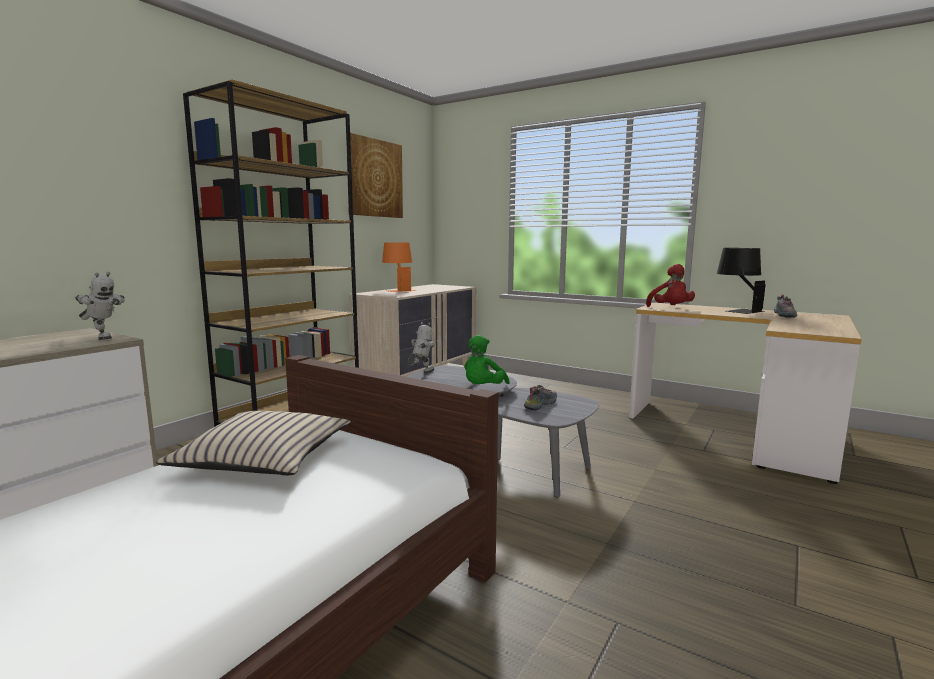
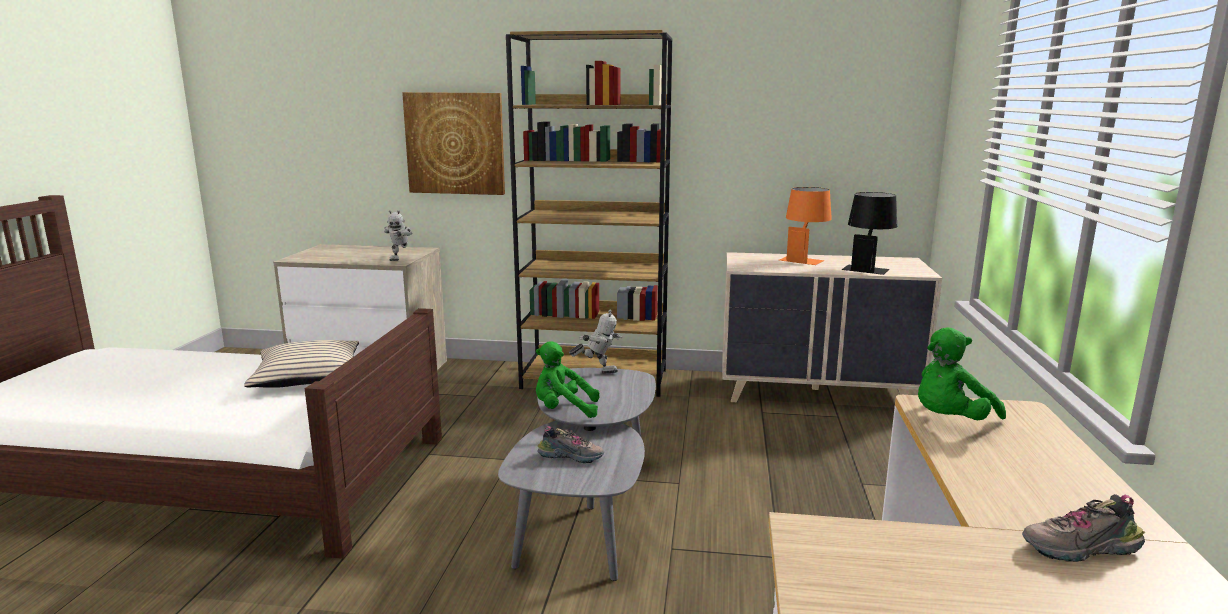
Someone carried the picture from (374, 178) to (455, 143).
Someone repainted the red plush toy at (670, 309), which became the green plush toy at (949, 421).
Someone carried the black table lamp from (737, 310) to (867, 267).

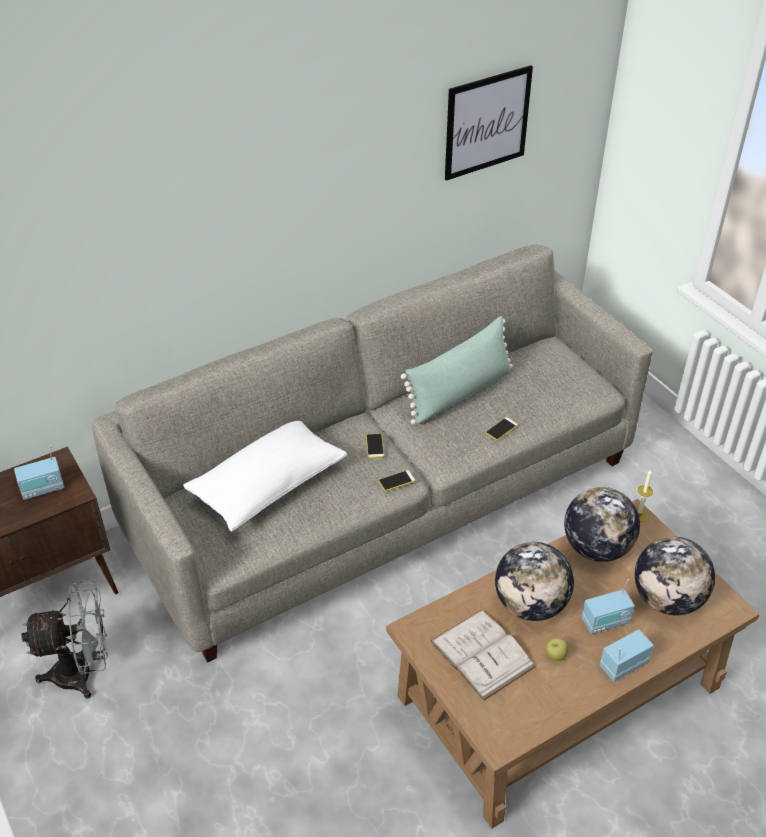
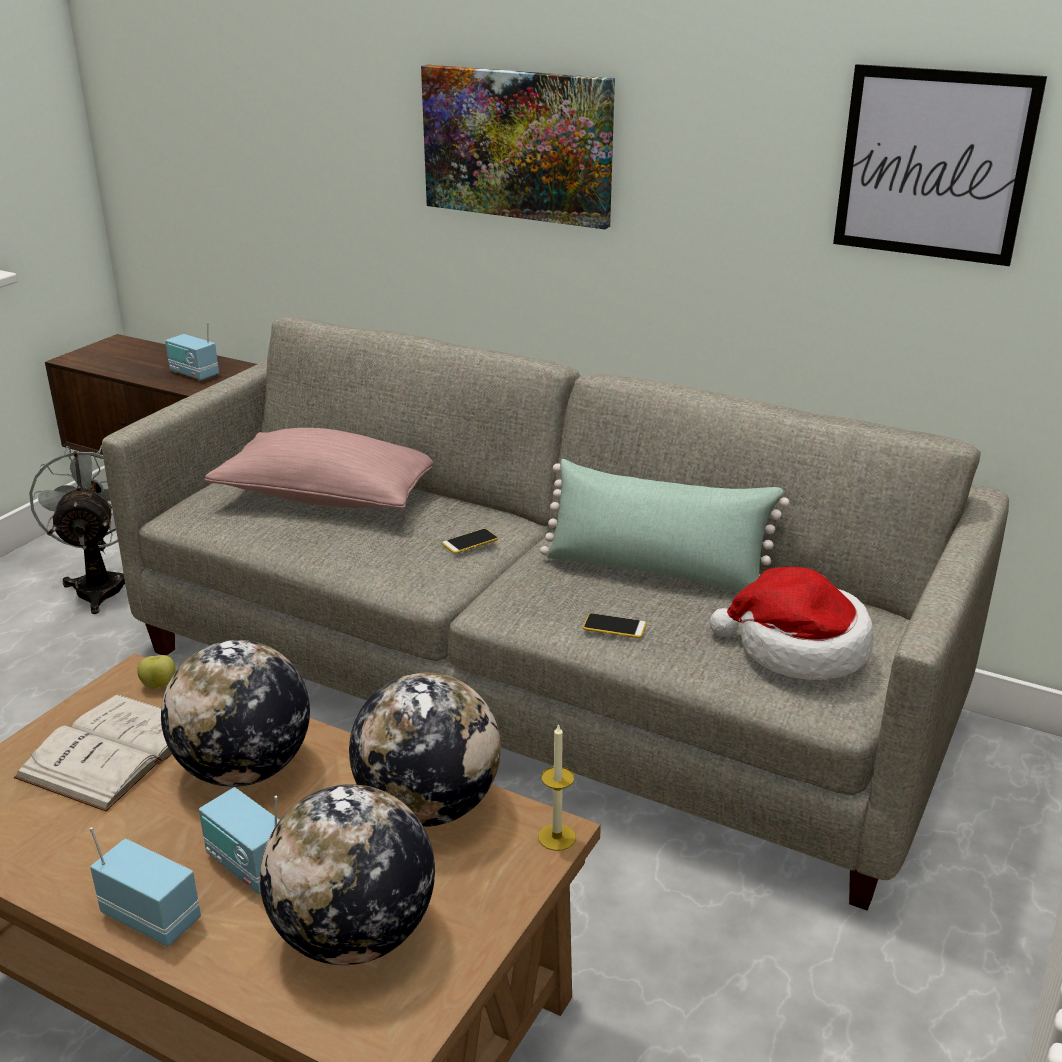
Someone rotated the grey fan at (83, 673) by 150 degrees counterclockwise.
Someone repainted the white pillow at (268, 485), which became the pink pillow at (328, 497).
Someone took away the phone at (396, 481).
Someone carried the apple from (555, 656) to (159, 685).
Someone put up the picture at (518, 144).
Someone put down the hat at (798, 648).

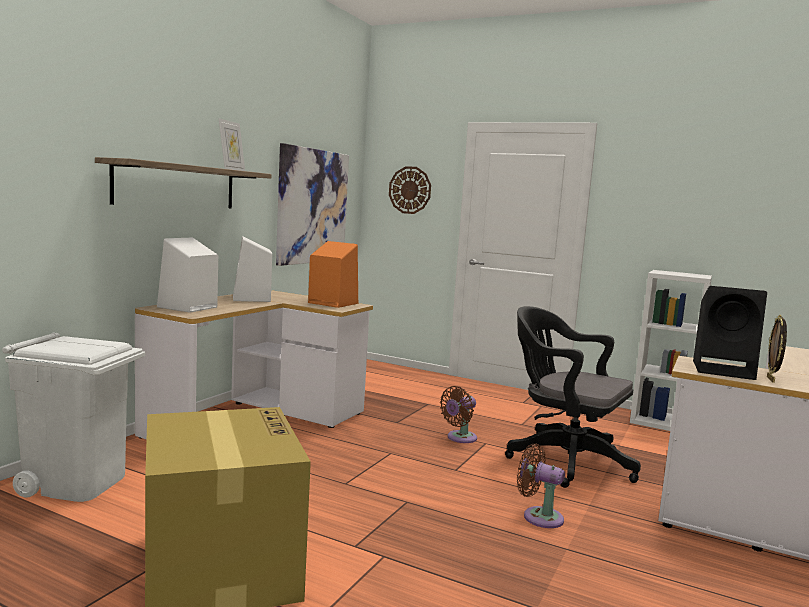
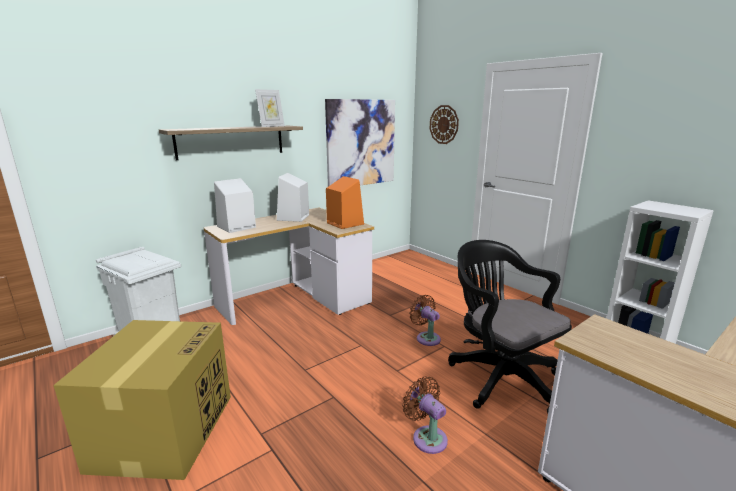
Someone rotated the brown fan at (459, 438) by 75 degrees clockwise.
Someone took away the black speaker at (725, 370).
Someone took away the picture frame at (771, 379).

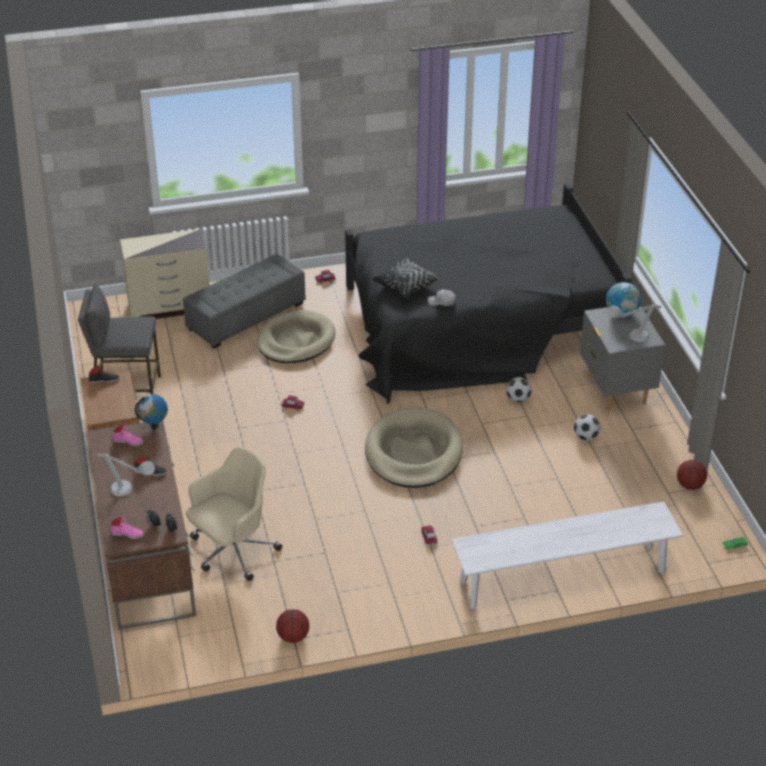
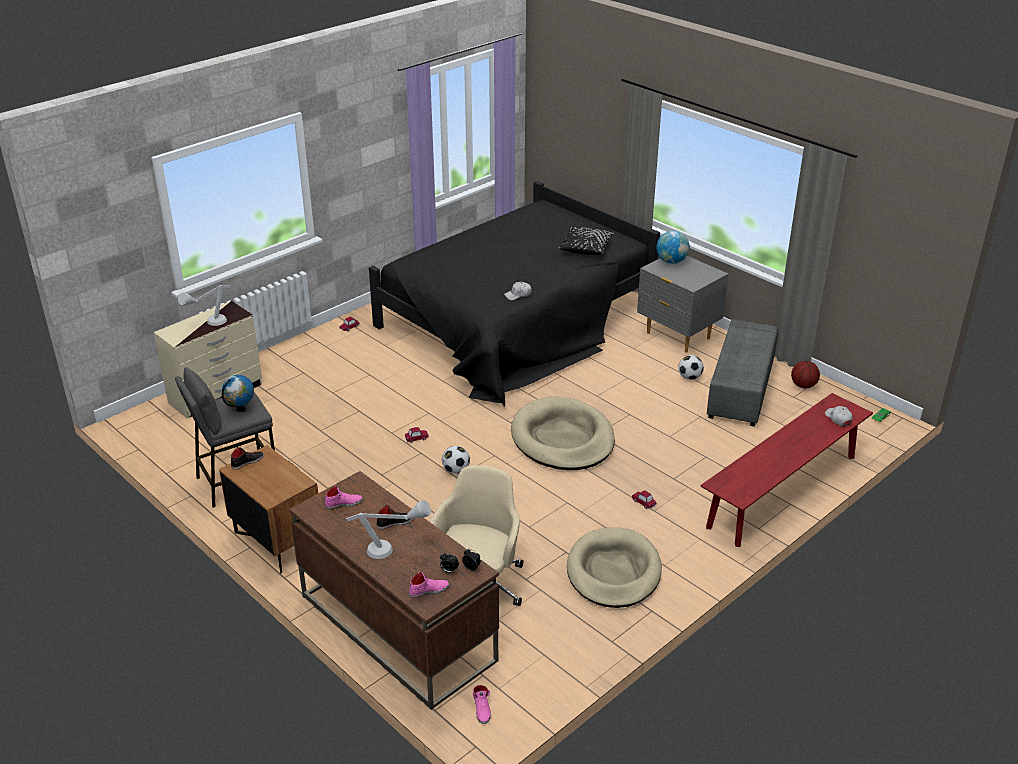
Someone carried the globe from (154, 426) to (241, 409).
Someone carried the grey ottoman from (246, 316) to (741, 389).
Someone carried the beige dog bed from (296, 341) to (613, 571).
Someone took away the basketball at (293, 637).
Someone carried the black pillow from (405, 285) to (586, 248).
Someone repainted the white bench at (562, 577), which became the red bench at (783, 491).
Someone carried the football from (518, 399) to (456, 470).
Someone carried the grey table lamp from (630, 338) to (209, 325).
Someone put down the pink shoe at (482, 709).
Someone put down the white cap at (838, 419).

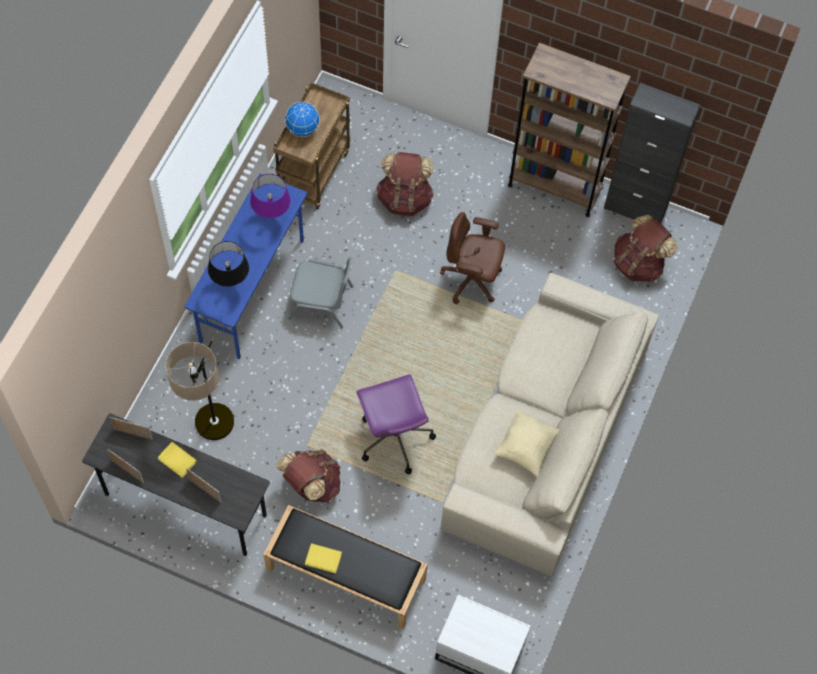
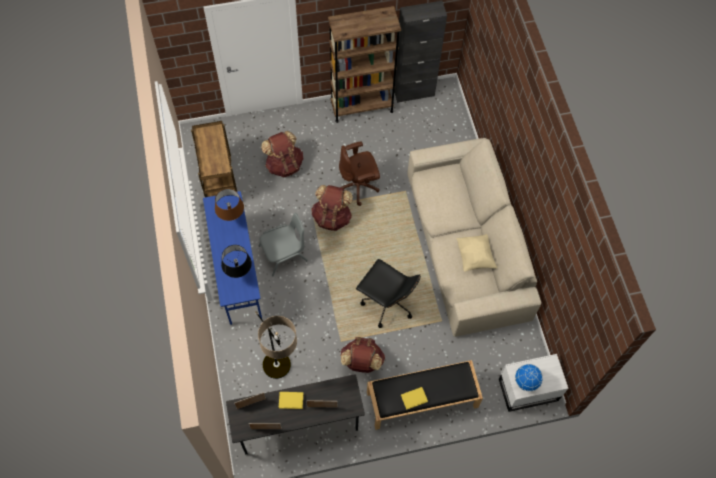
Someone repainted the purple table lamp at (272, 219), which became the brown table lamp at (232, 220).
Someone carried the globe from (303, 129) to (526, 381).
Someone repainted the purple office chair at (394, 438), which became the black office chair at (386, 303).
Someone carried the brown backpack from (639, 263) to (332, 217).

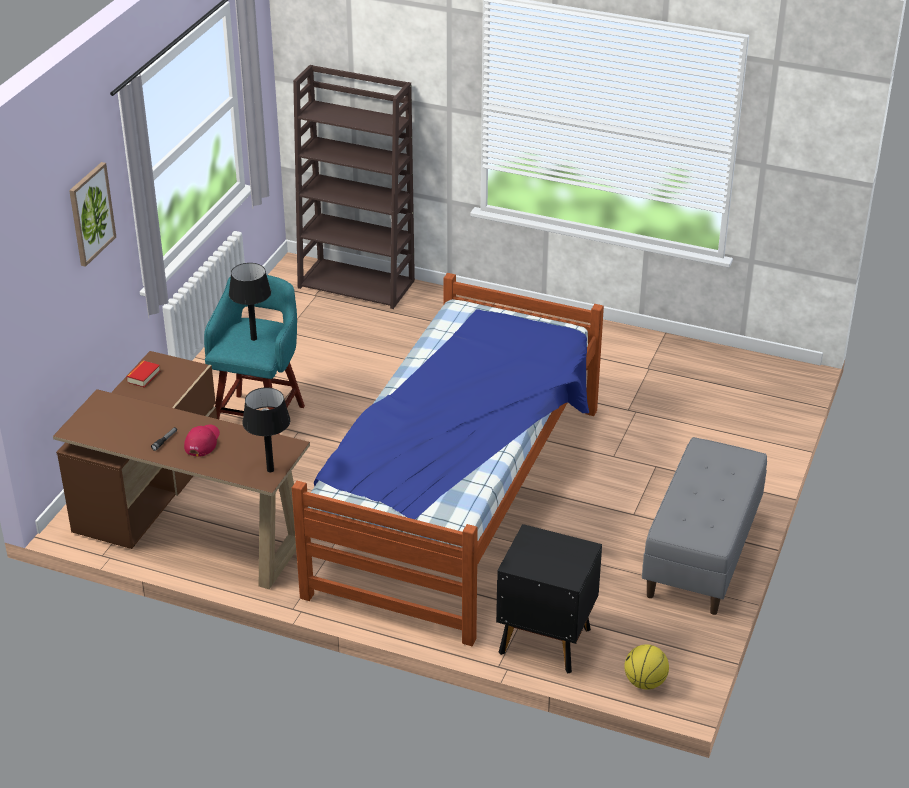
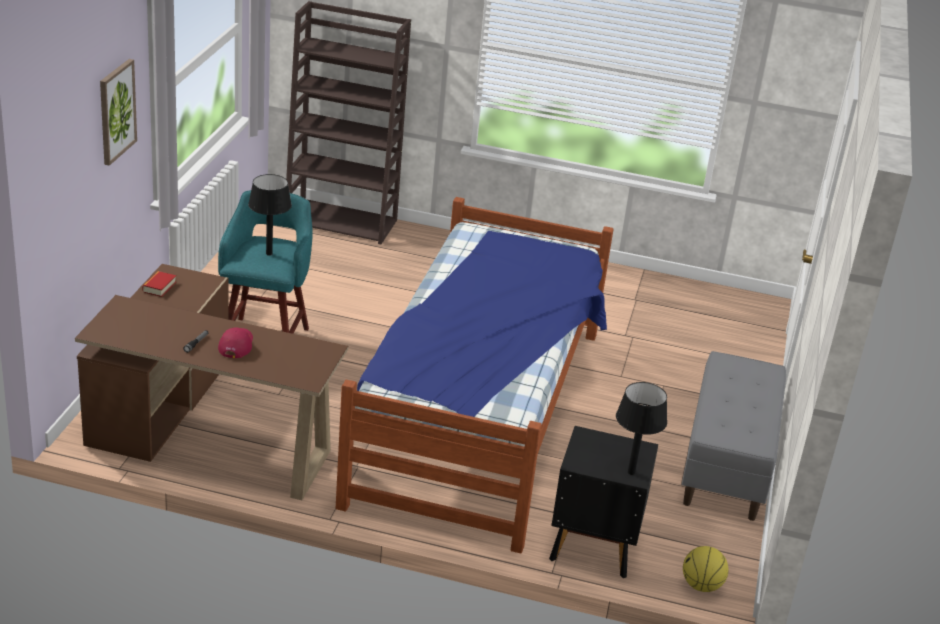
Someone carried the black table lamp from (270, 470) to (631, 472).

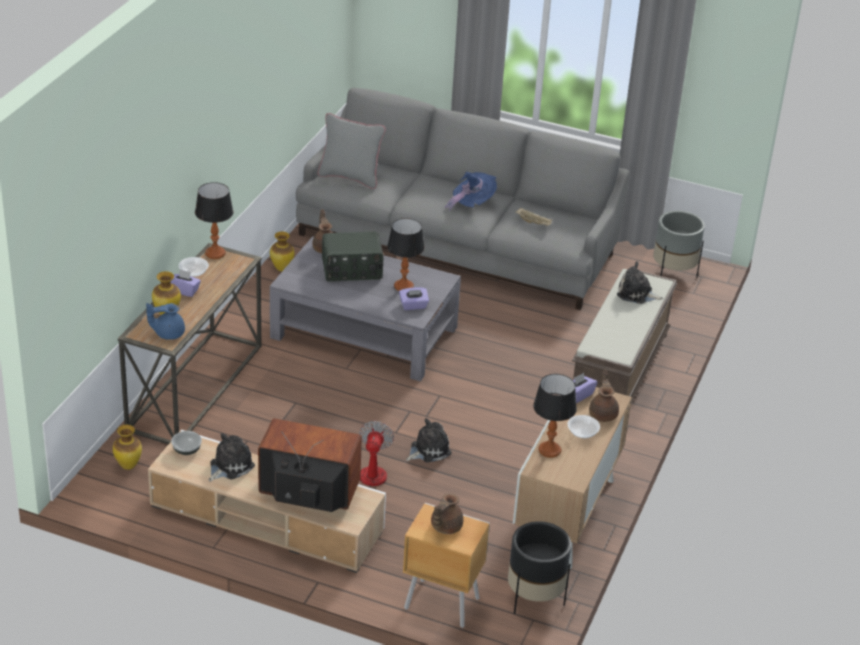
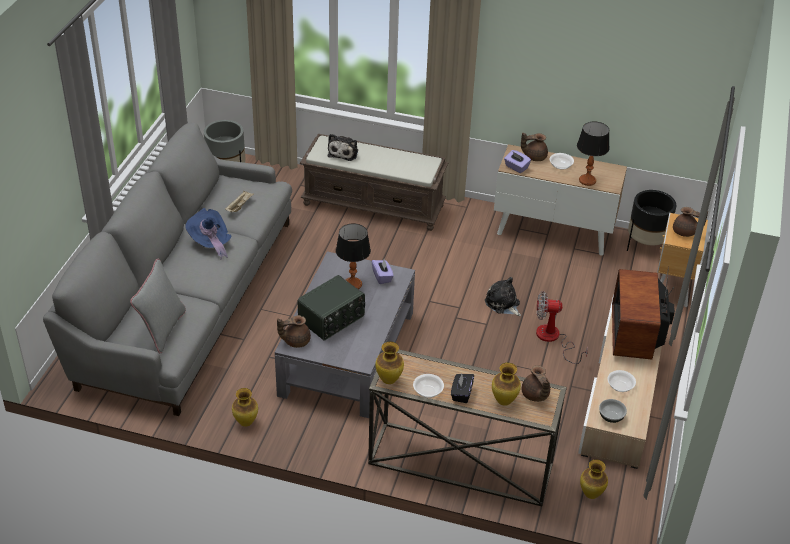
Someone repainted the blue teapot at (168, 333), which became the brown teapot at (535, 395).
Someone repainted the purple tissue box at (184, 291), which became the black tissue box at (461, 394).
Someone swapped the table lamp at (215, 253) for the vase at (389, 380).
Someone swapped the plush toy at (229, 466) for the bowl at (620, 386).
Someone rotated the radio at (352, 270) by 60 degrees clockwise.

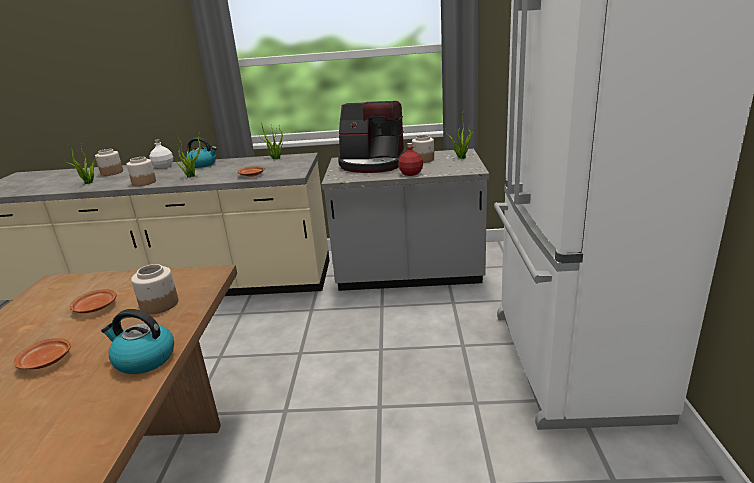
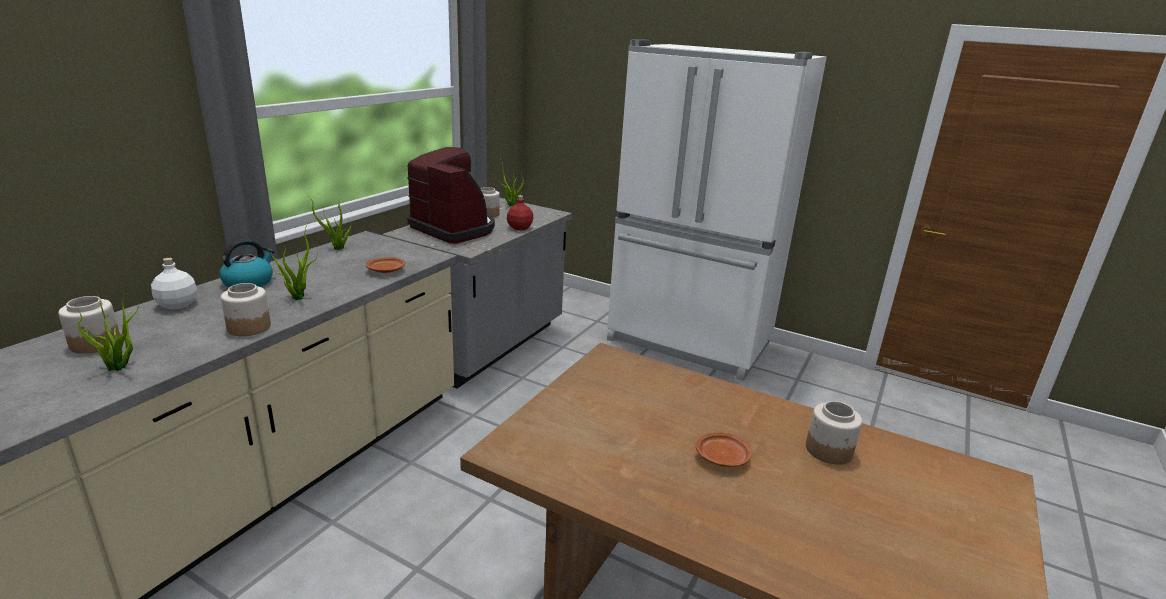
Someone took away the brown plate at (95, 307).
Someone took away the kettle at (144, 359).
Someone carried the jar from (159, 305) to (829, 450).
Someone rotated the coffee machine at (372, 164) by 90 degrees counterclockwise.

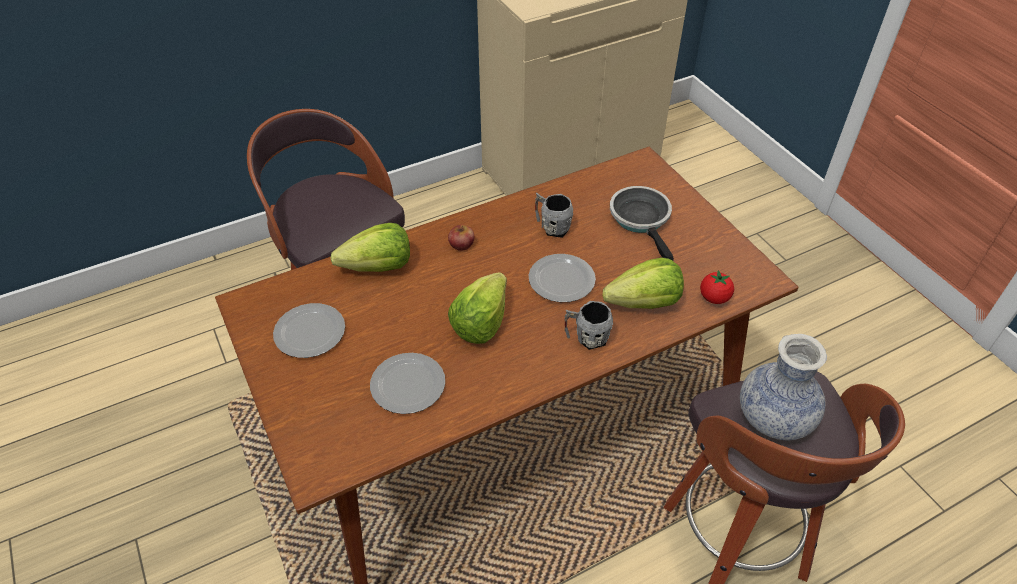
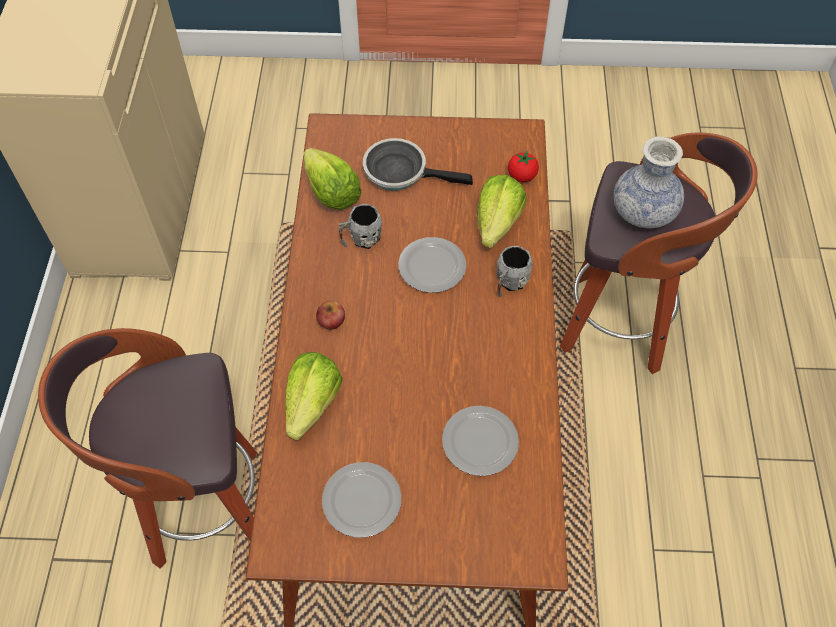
Someone carried the lettuce from (481, 323) to (331, 193).

